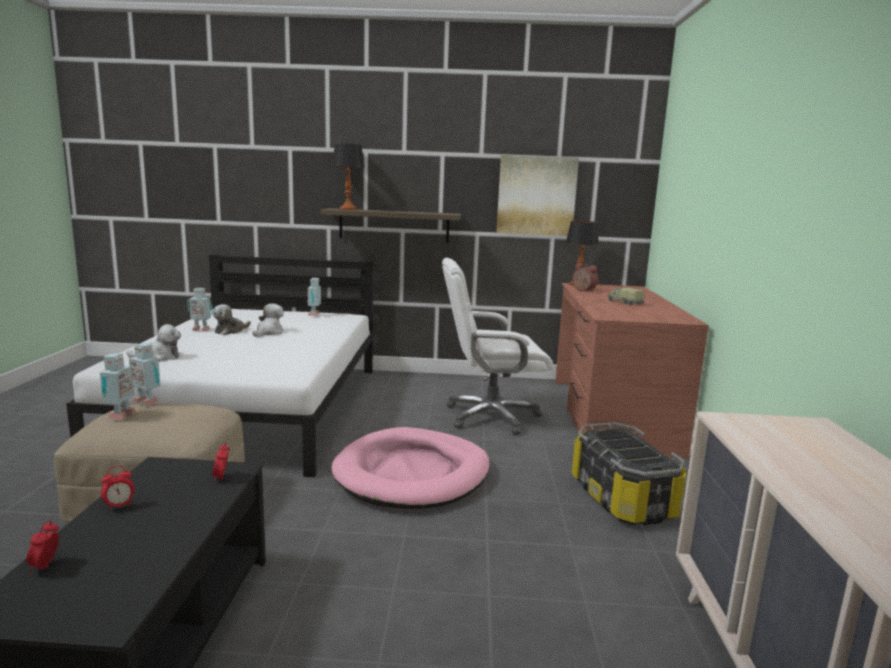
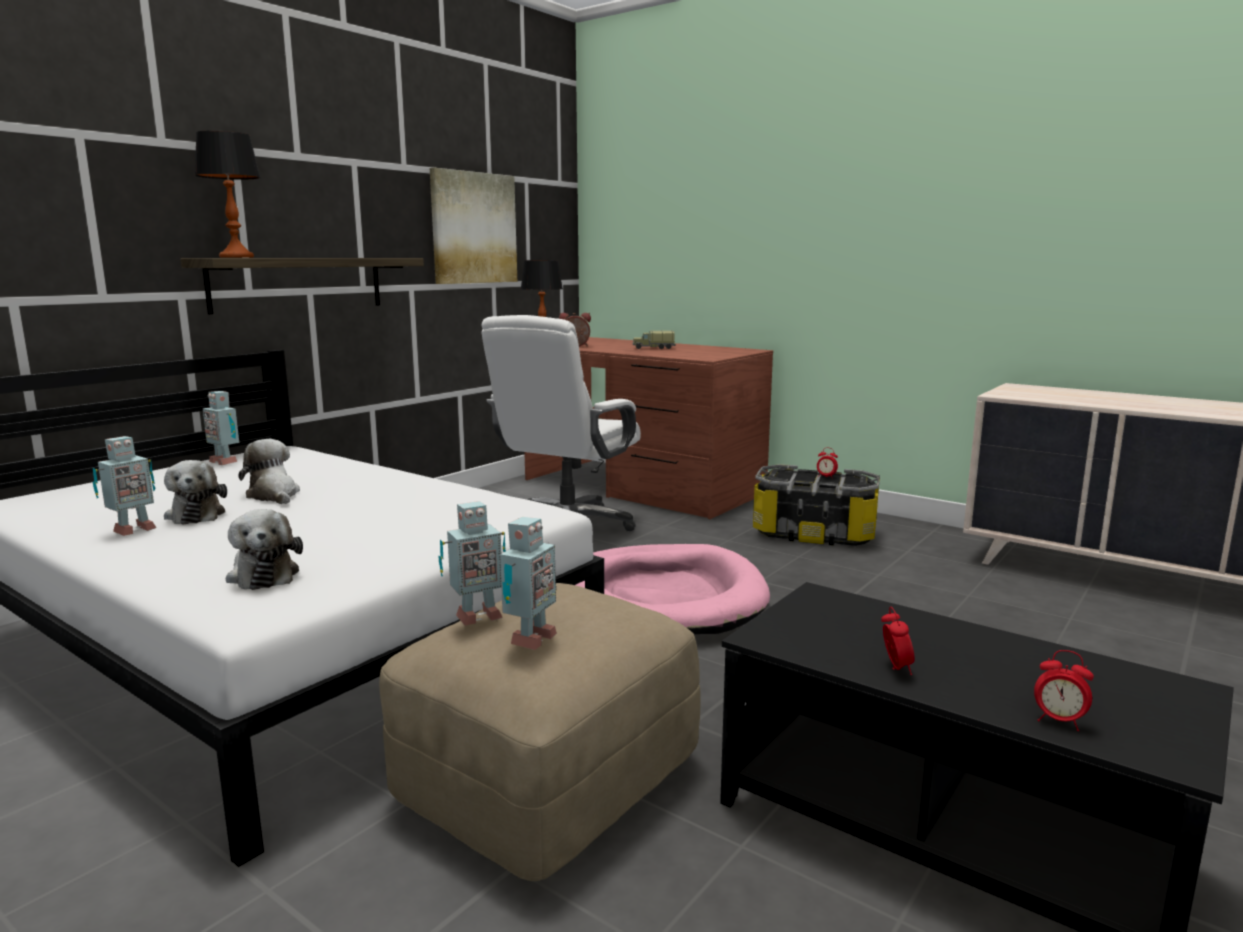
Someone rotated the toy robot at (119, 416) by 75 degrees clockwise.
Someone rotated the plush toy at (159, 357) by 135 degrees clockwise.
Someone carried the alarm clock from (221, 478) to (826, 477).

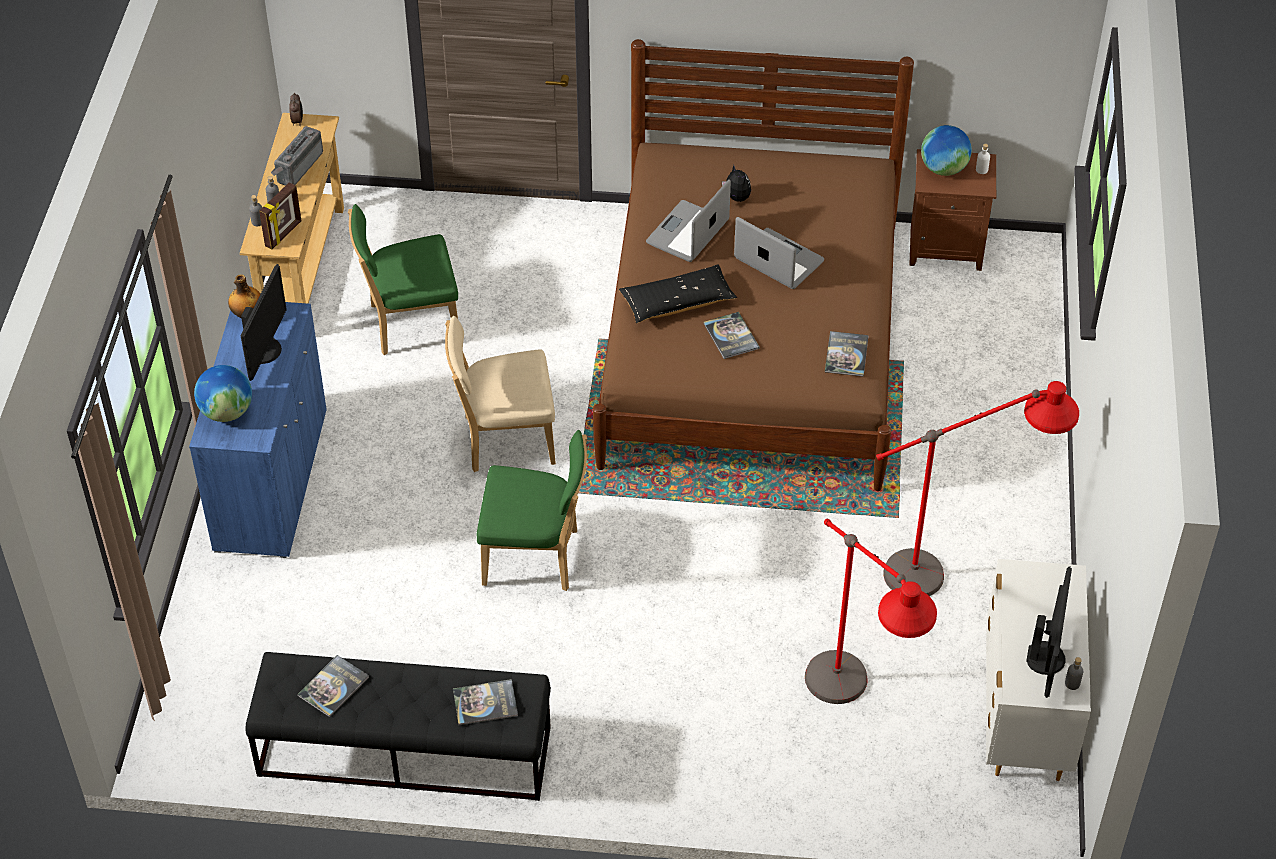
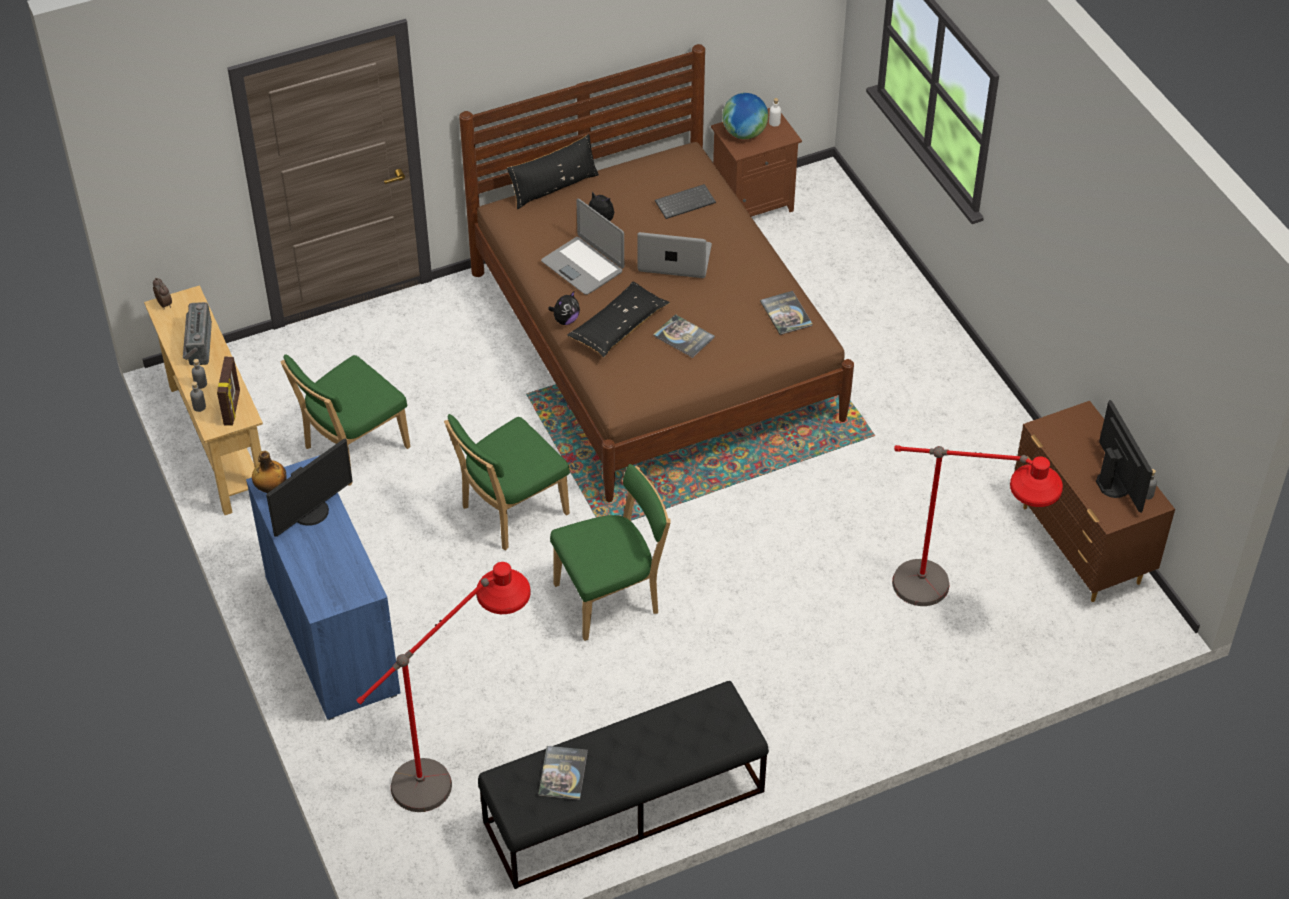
Someone took away the globe at (227, 412).
Someone rotated the monitor at (265, 350) by 60 degrees clockwise.
Someone repainted the beige chair at (504, 440), which became the green chair at (510, 512).
Someone took away the book at (485, 703).
Someone rotated the laptop at (688, 233) by 45 degrees counterclockwise.
Someone carried the red floor lamp from (956, 572) to (459, 765).
Someone repainted the white dresser at (1024, 716), which became the brown dresser at (1080, 546).
Someone put down the black pillow at (554, 188).
Someone put down the plush toy at (565, 320).
Someone put down the keyboard at (685, 202).

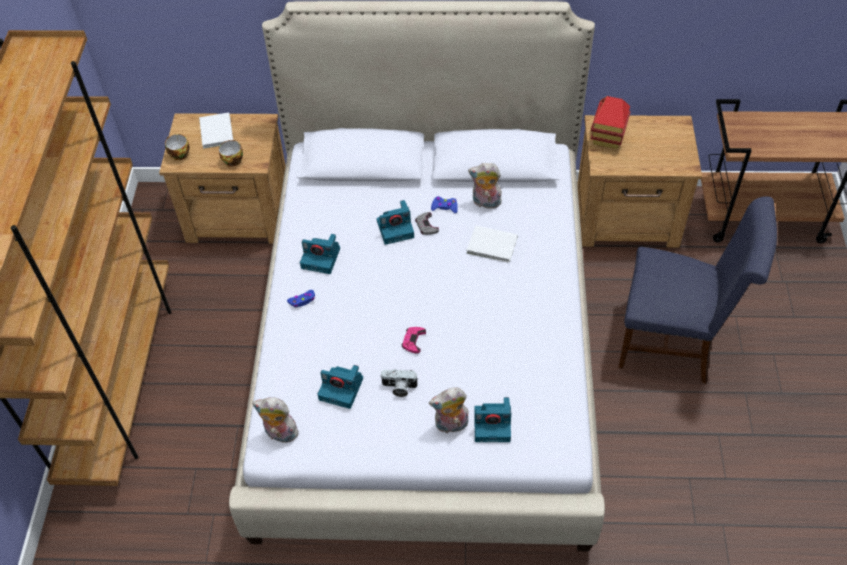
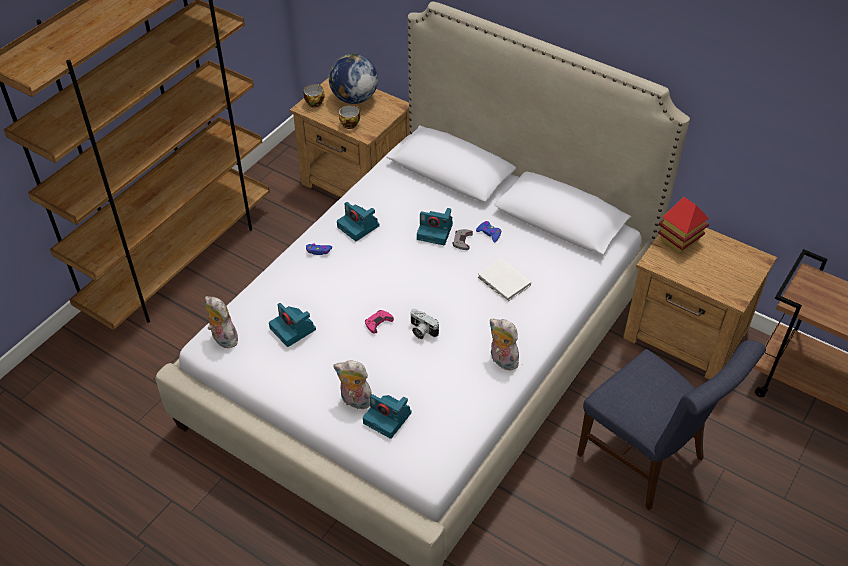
Someone swapped the white book at (216, 133) for the globe at (354, 98).
Someone carried the photo camera from (399, 388) to (421, 331).
Someone carried the plush toy from (485, 203) to (501, 361).

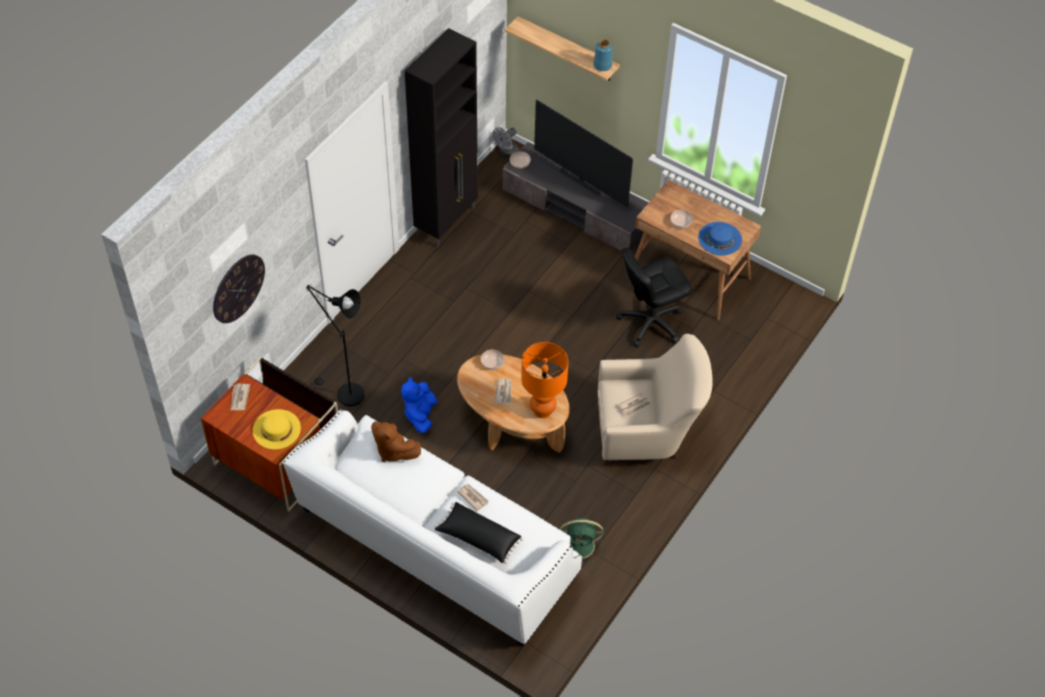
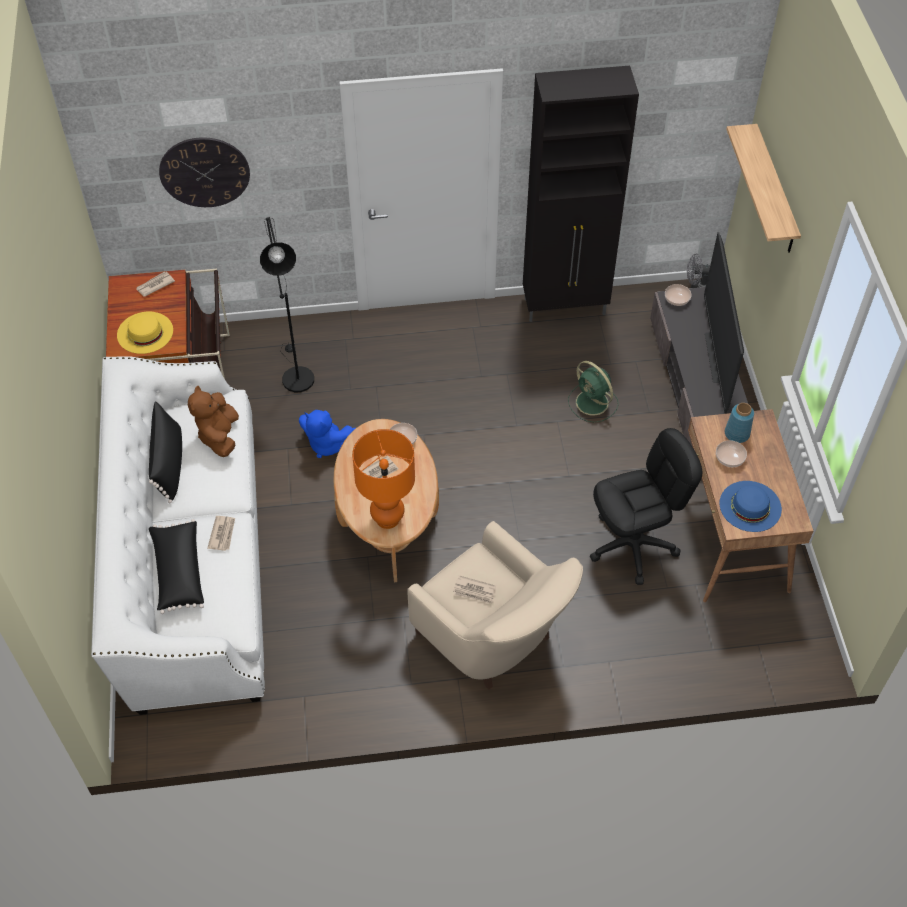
Someone rotated the blue plush toy at (420, 415) by 120 degrees counterclockwise.
Someone carried the green fan from (581, 545) to (593, 403).
Someone carried the blue vase from (603, 65) to (737, 434).
Someone rotated the black office chair at (650, 322) by 135 degrees clockwise.
Someone put down the black pillow at (169, 463).

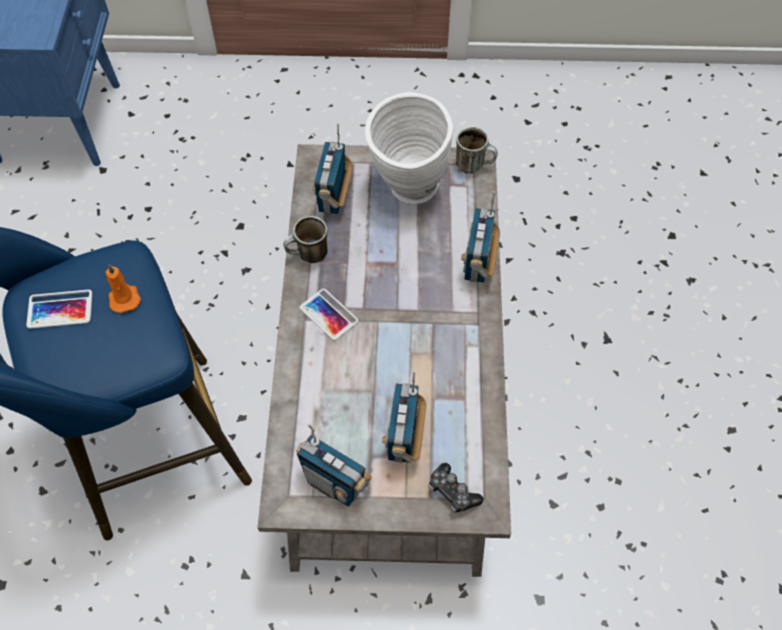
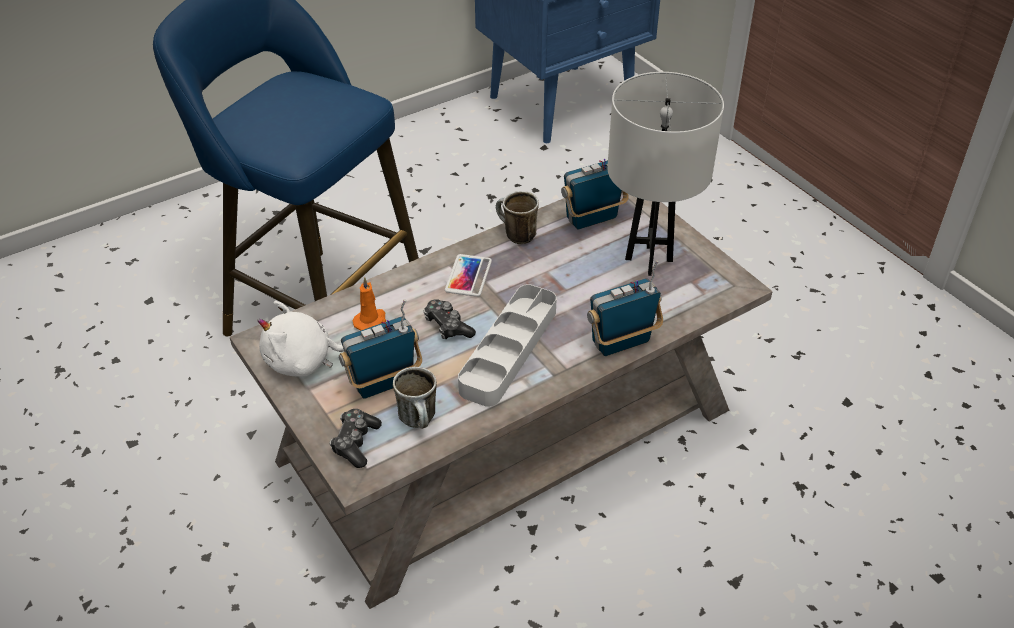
Someone took away the phone at (60, 309).
Someone carried the orange candle from (124, 297) to (371, 321).
Someone swapped the radio at (335, 484) for the white plush toy at (304, 361).
Someone swapped the white vase at (408, 193) for the white table lamp at (649, 260).
Someone carried the mug from (474, 165) to (420, 421).
Someone put down the game controller at (447, 326).
Someone put down the grey tray at (509, 350).

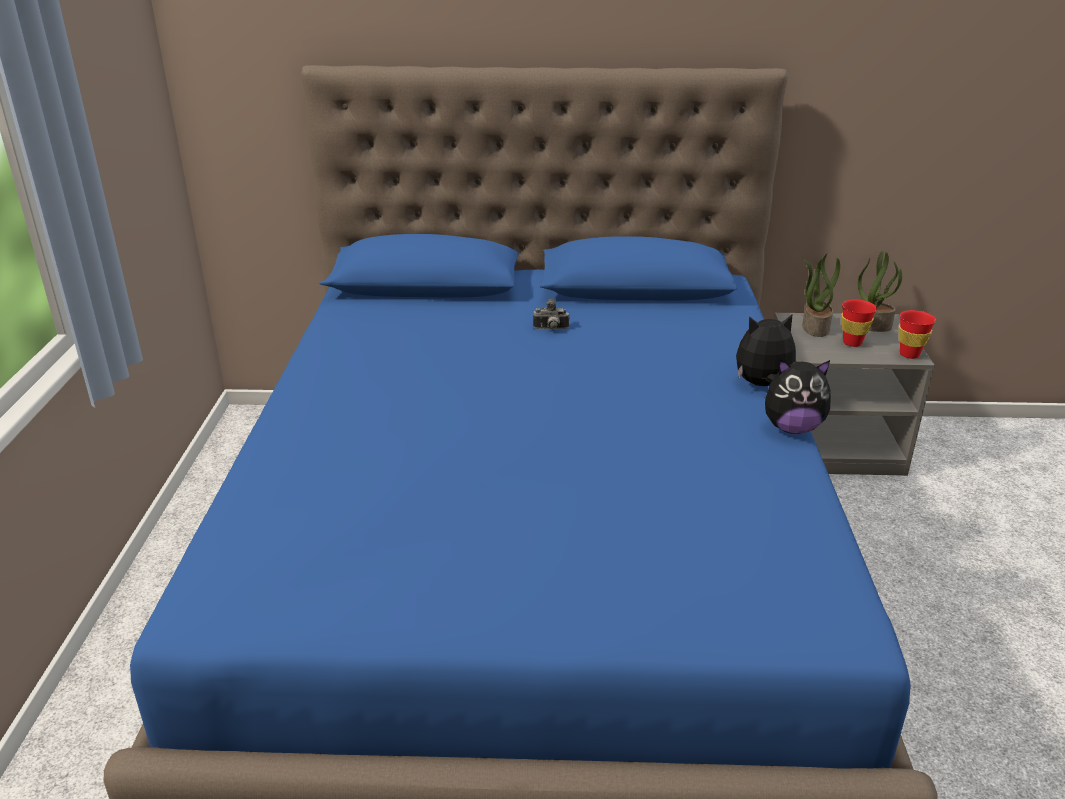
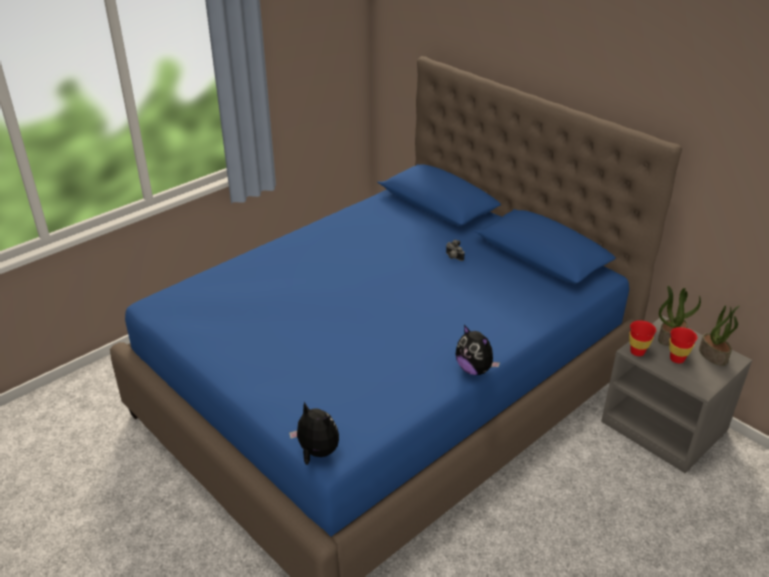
Someone carried the plush toy from (763, 385) to (316, 452).
Someone carried the red cup from (909, 354) to (637, 352).

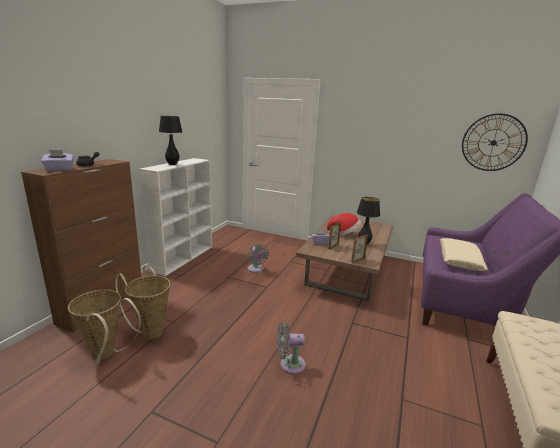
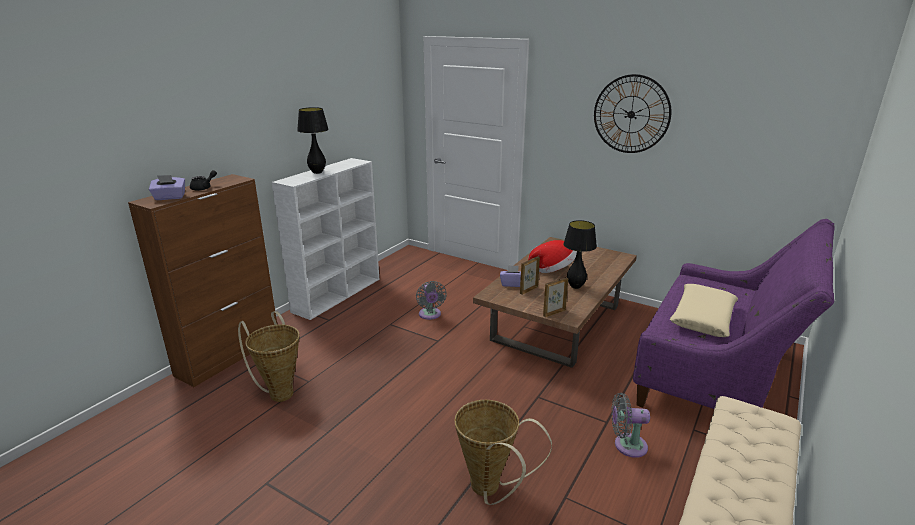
Someone carried the basket from (106, 356) to (490, 490).
Someone carried the grey fan from (289, 364) to (626, 445).
Someone carried the wall clock from (493, 142) to (631, 114).

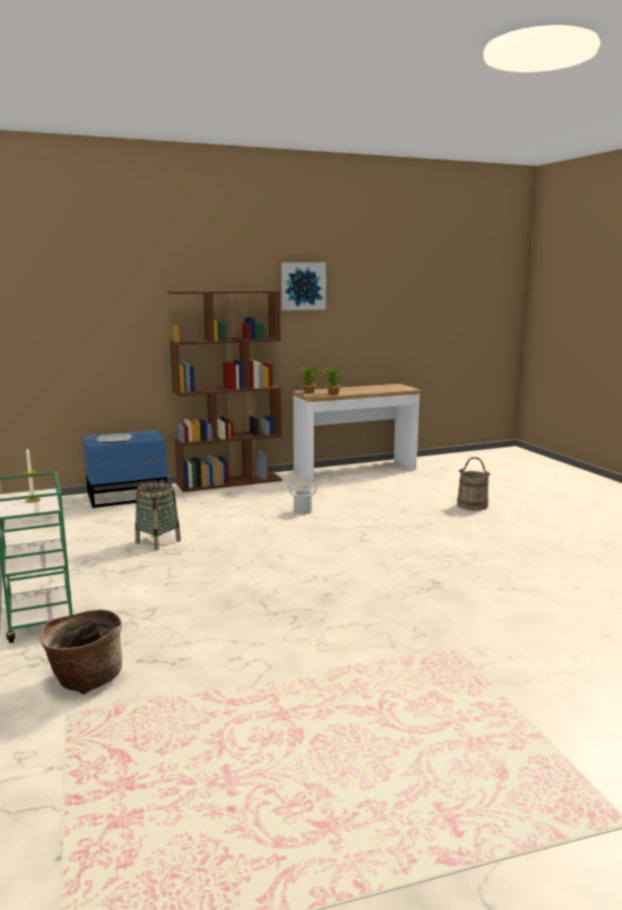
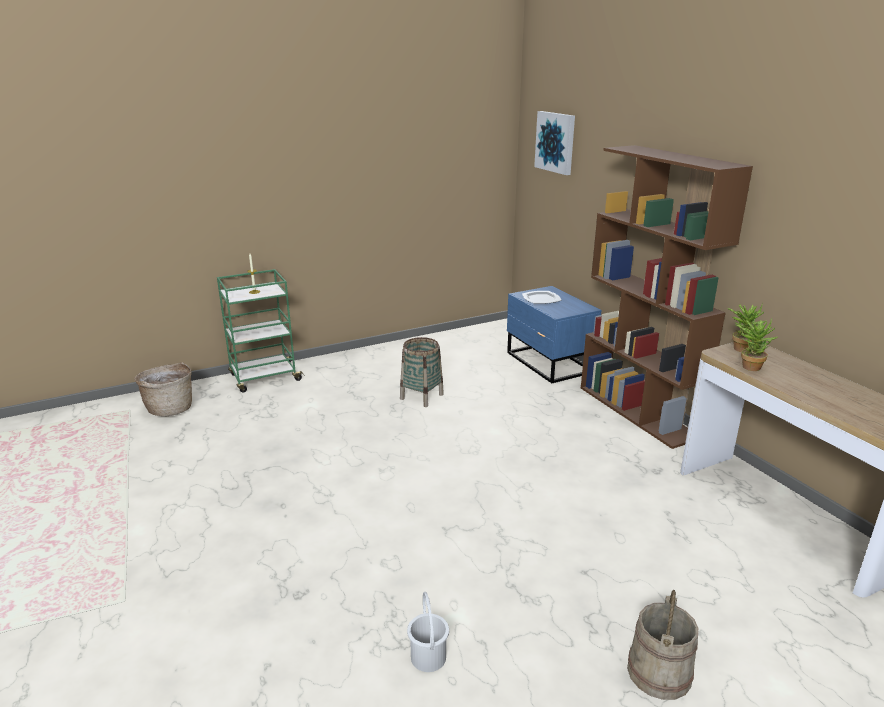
Someone carried the picture from (303, 286) to (555, 142).
Someone carried the white bucket from (302, 511) to (429, 657).

